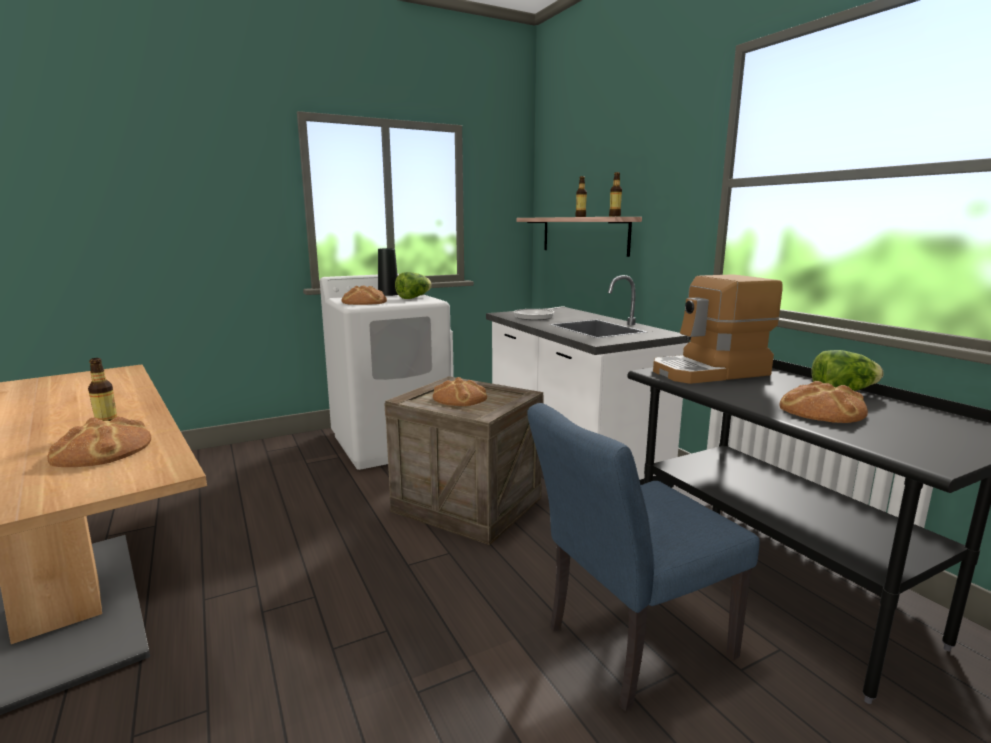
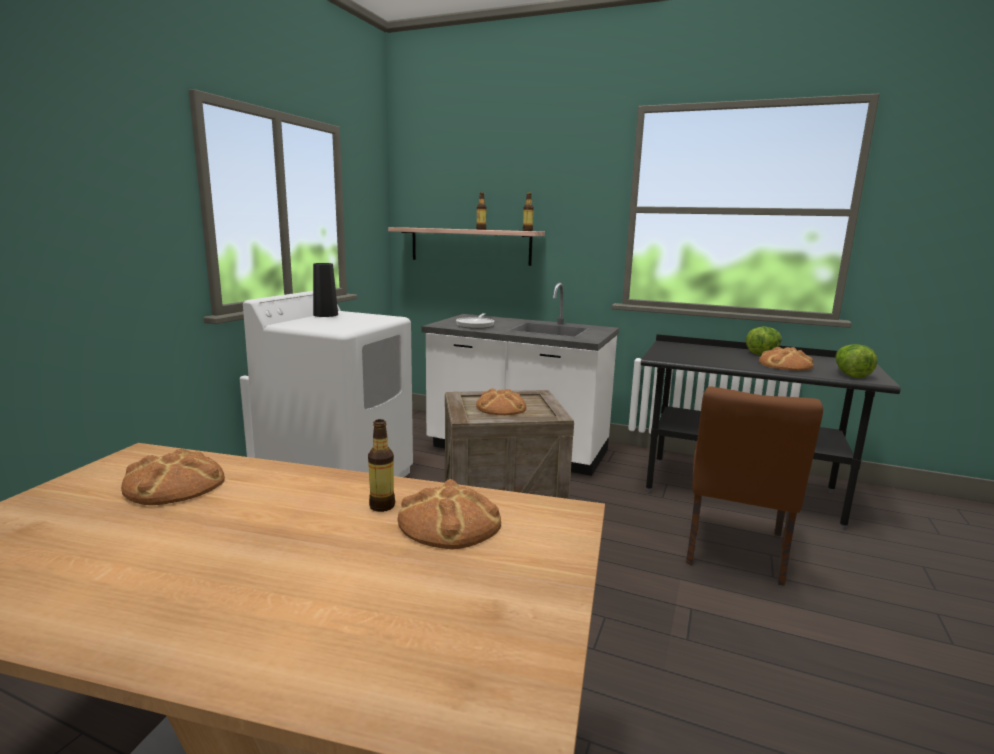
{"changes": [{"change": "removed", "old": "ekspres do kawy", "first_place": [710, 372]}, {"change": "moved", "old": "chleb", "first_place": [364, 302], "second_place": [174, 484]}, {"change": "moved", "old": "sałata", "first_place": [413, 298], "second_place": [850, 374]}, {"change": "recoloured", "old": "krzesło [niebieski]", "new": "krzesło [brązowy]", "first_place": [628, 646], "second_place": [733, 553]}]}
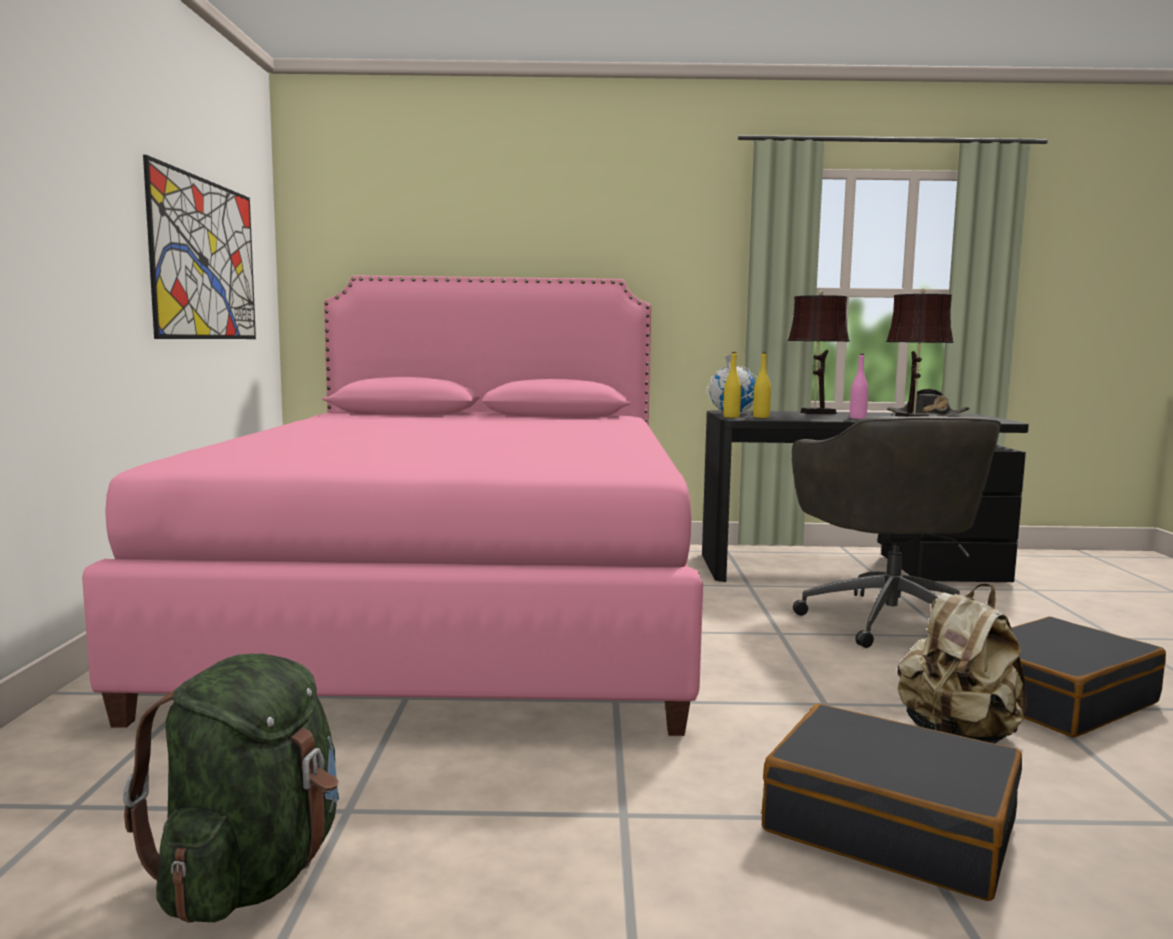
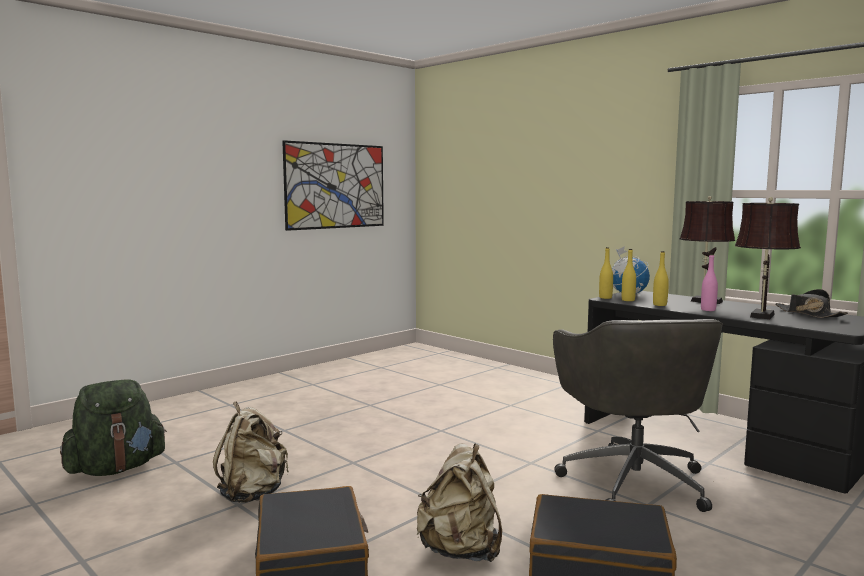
{"changes": [{"change": "removed", "old": "łóżko [różowy]", "first_place": [457, 608]}, {"change": "added", "new": "plecak [beżowy]", "second_place": [253, 494]}, {"change": "added", "new": "butelka [żółty]", "second_place": [659, 305]}, {"change": "turned", "old": "krzesło biurowe [szary]", "first_place": [887, 619], "second_place": [633, 480], "degrees": -45}]}
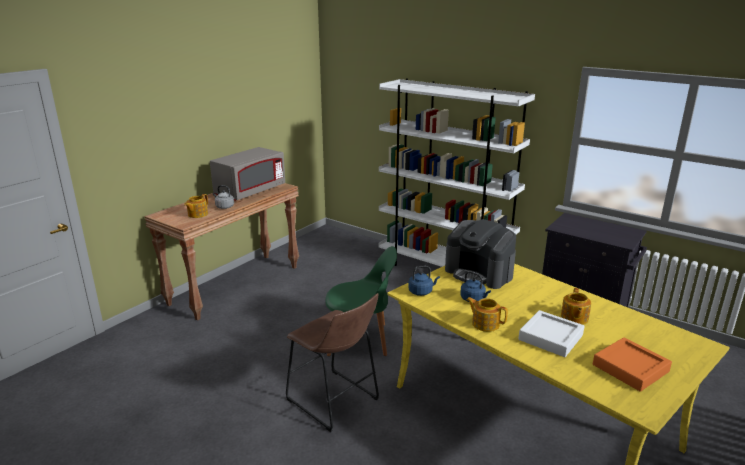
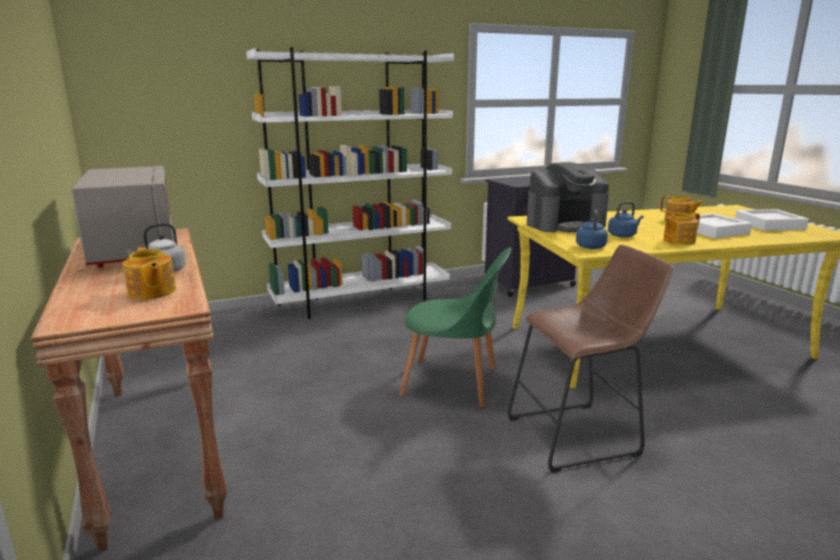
{"changes": [{"change": "recoloured", "old": "taca [pomarańczowy]", "new": "taca [biały]", "first_place": [630, 368], "second_place": [769, 225]}, {"change": "turned", "old": "krzesło [zielony]", "first_place": [361, 340], "second_place": [454, 383], "degrees": 75}]}
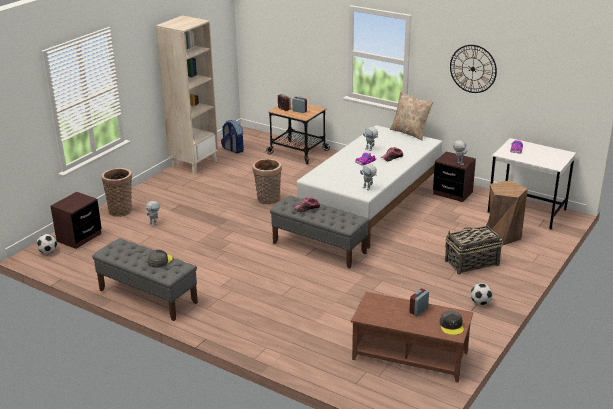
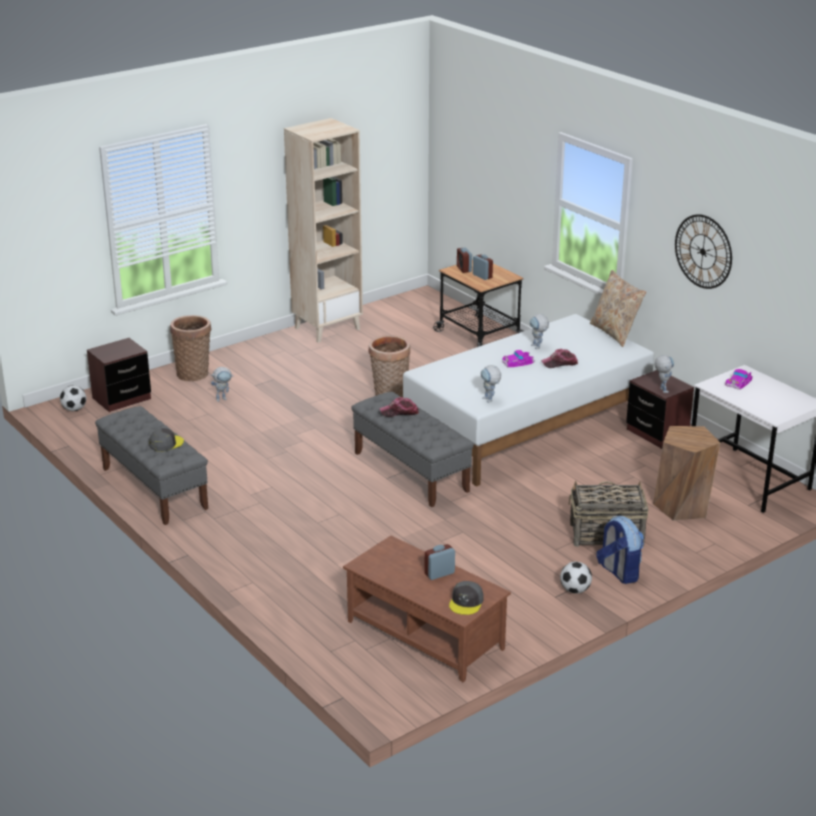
{"changes": [{"change": "moved", "old": "plecak", "first_place": [233, 150], "second_place": [618, 572]}]}
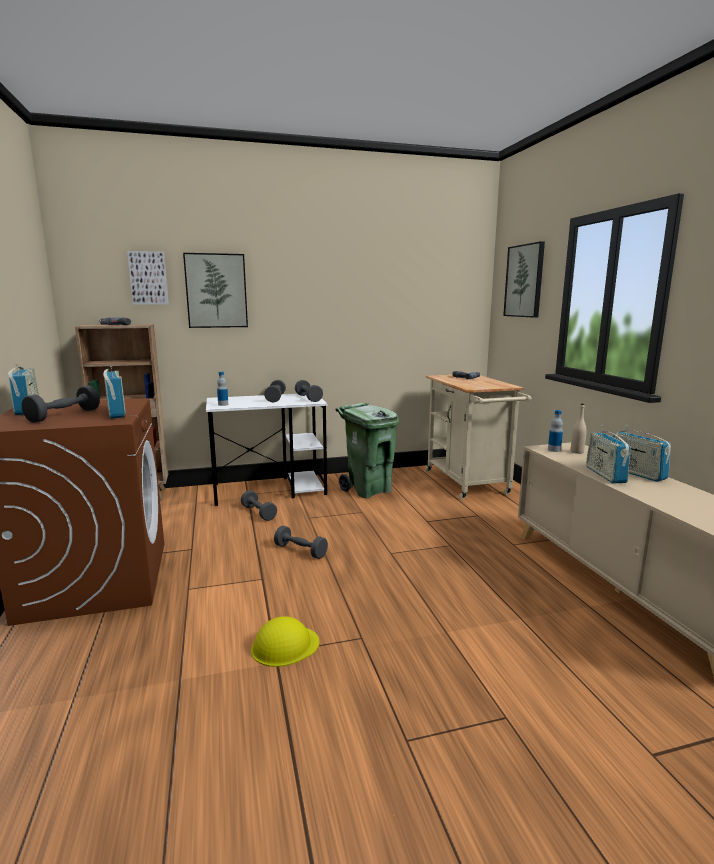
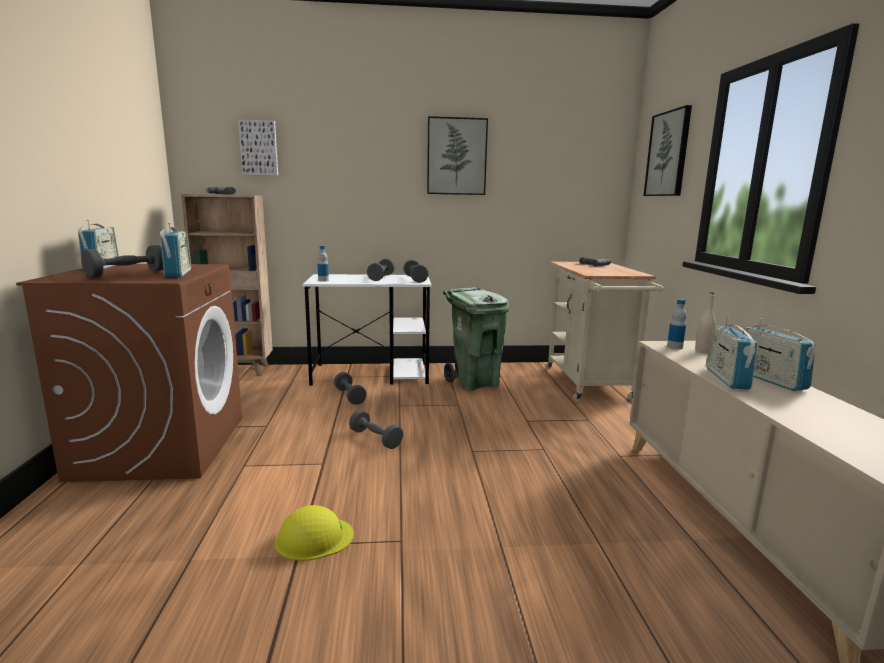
{"changes": [{"change": "moved", "old": "obraz", "first_place": [216, 291], "second_place": [456, 156]}]}
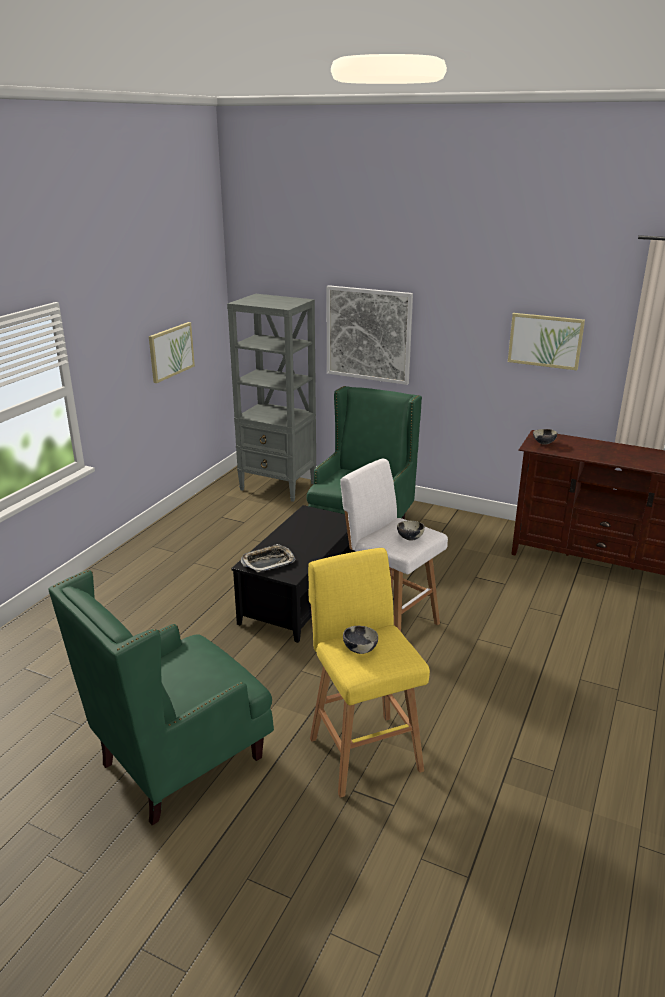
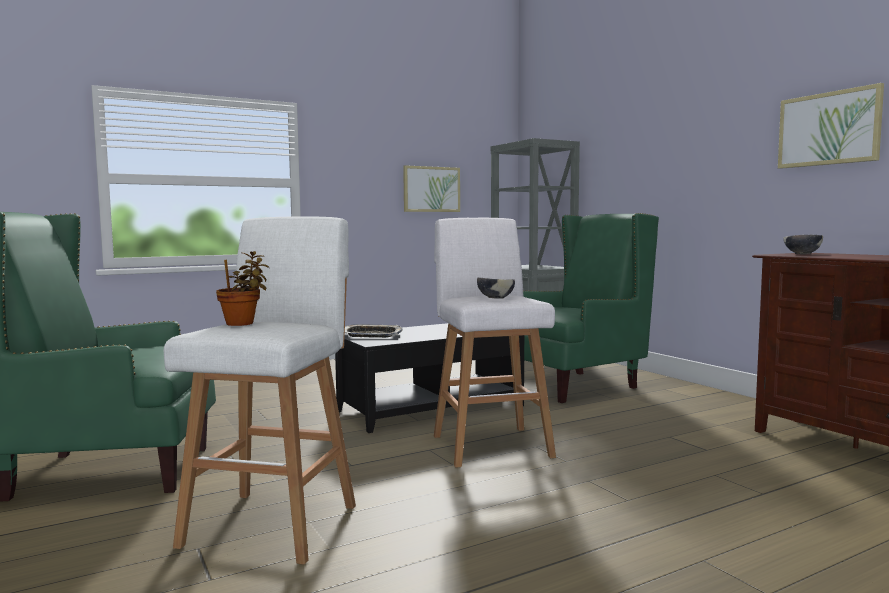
{"changes": [{"change": "removed", "old": "obraz", "first_place": [368, 334]}, {"change": "replaced", "old": "miska", "new": "roślina doniczkowa", "first_place": [359, 649], "second_place": [243, 323]}, {"change": "recoloured", "old": "stołek [żółty]", "new": "stołek [biały]", "first_place": [363, 751], "second_place": [274, 522]}]}
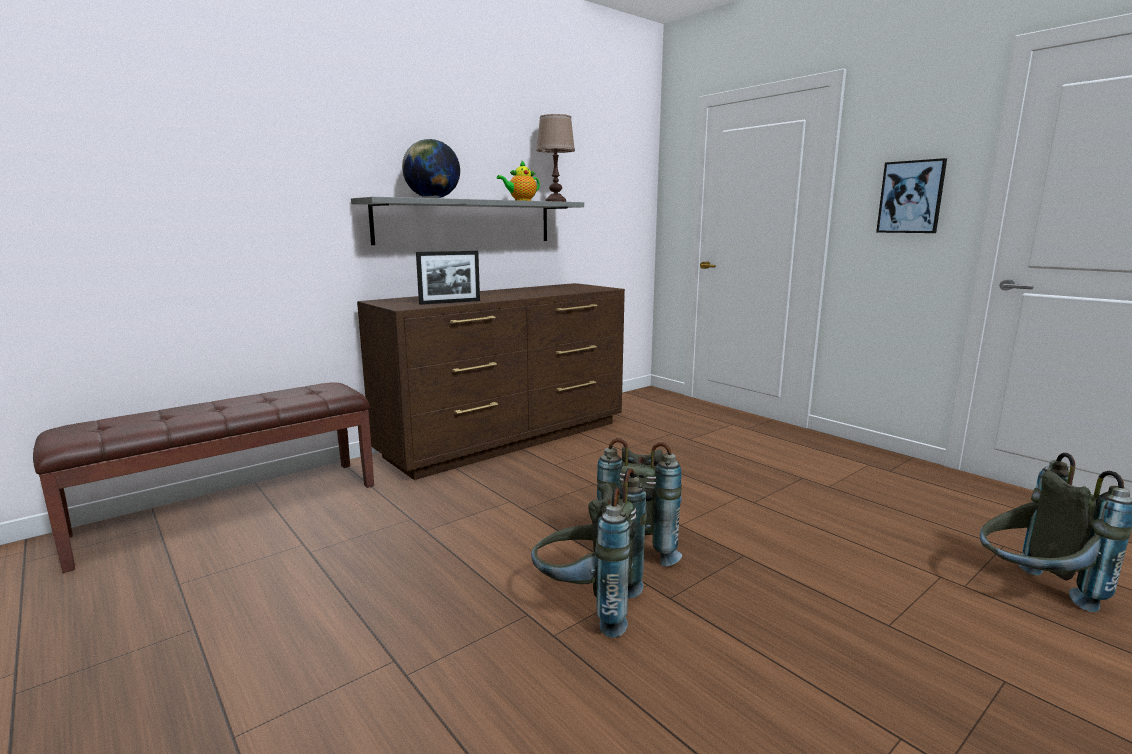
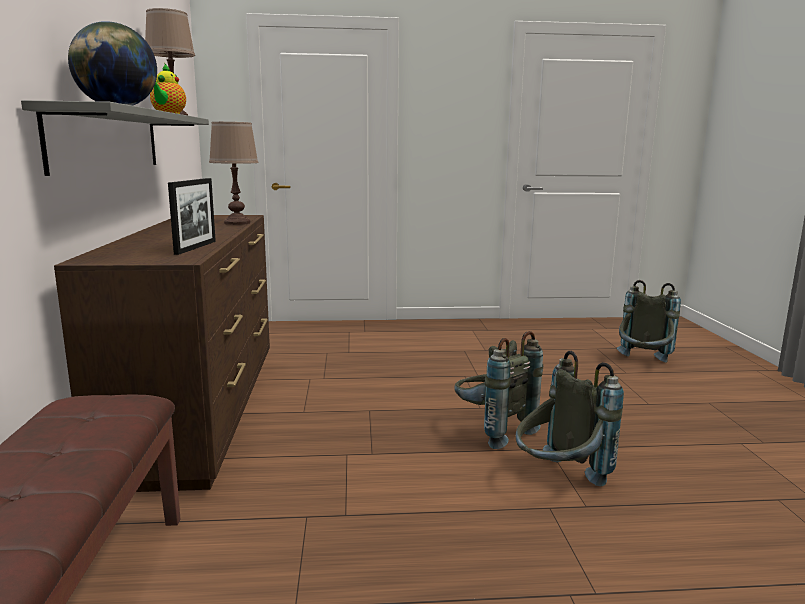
{"changes": [{"change": "removed", "old": "obraz", "first_place": [911, 197]}, {"change": "added", "new": "lampa stołowa [brązowy]", "second_place": [237, 223]}]}
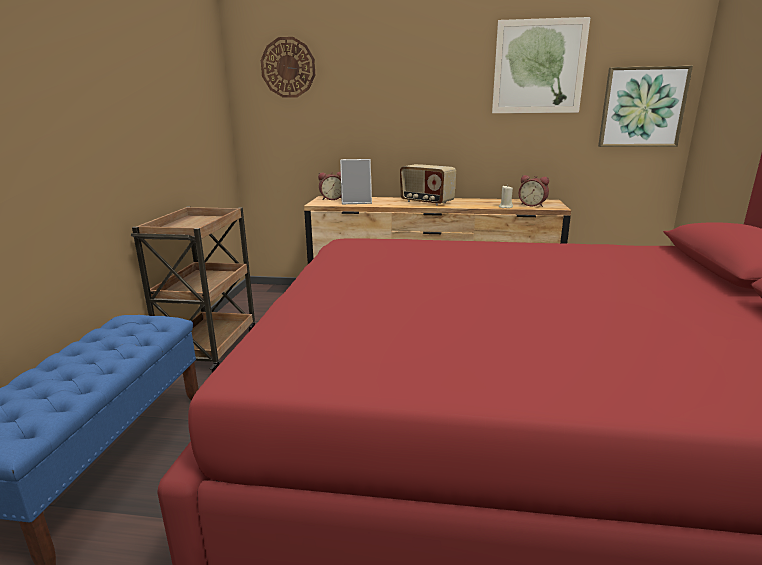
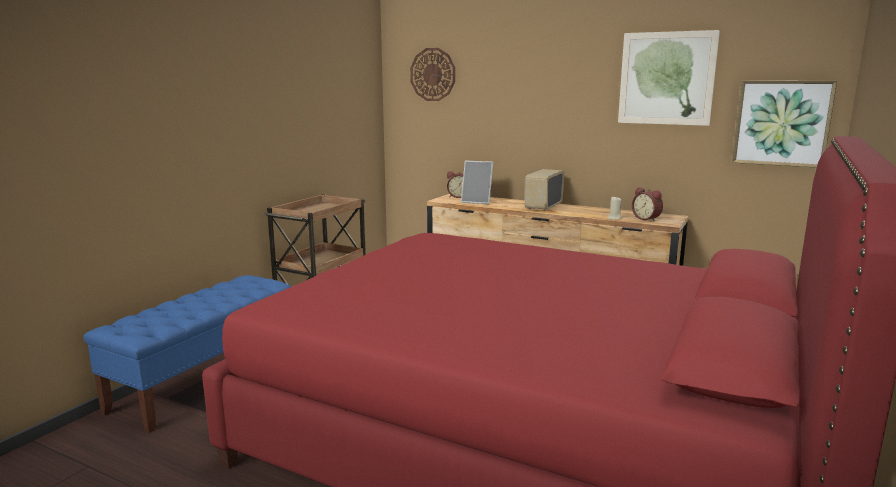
{"changes": [{"change": "turned", "old": "radio", "first_place": [426, 202], "second_place": [543, 207], "degrees": 60}]}
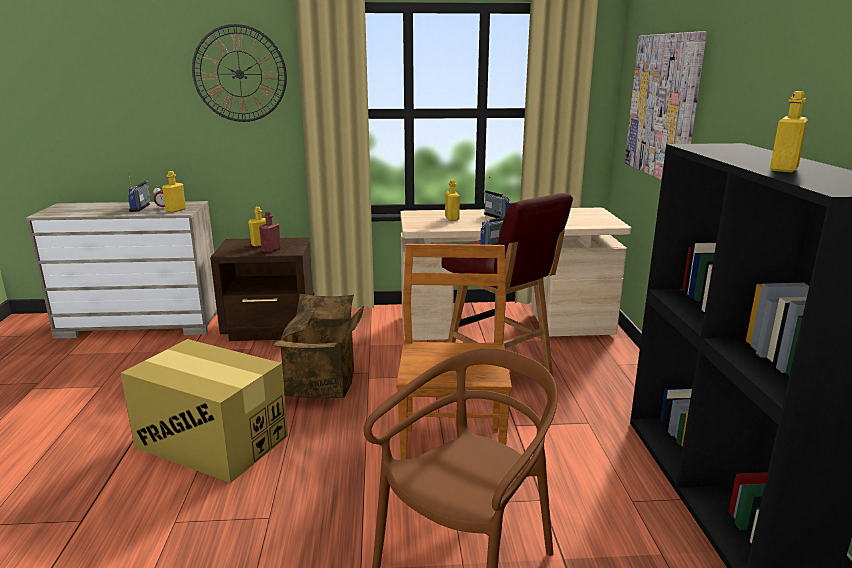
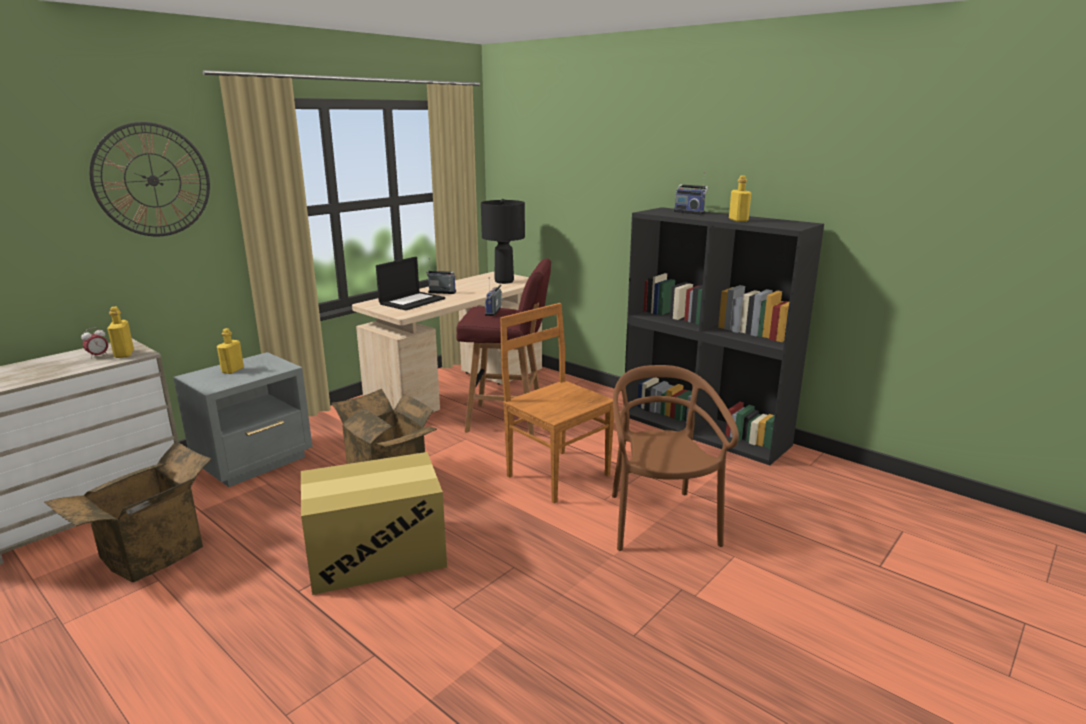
{"changes": [{"change": "removed", "old": "butelka [czerwony]", "first_place": [271, 250]}, {"change": "removed", "old": "obraz", "first_place": [664, 106]}, {"change": "added", "new": "karton", "second_place": [152, 555]}, {"change": "added", "new": "lampa stołowa [czarny]", "second_place": [504, 281]}, {"change": "moved", "old": "radio", "first_place": [141, 208], "second_place": [689, 212]}, {"change": "replaced", "old": "butelka [żółty]", "new": "laptop", "first_place": [452, 218], "second_place": [412, 301]}, {"change": "recoloured", "old": "szafka nocna [brązowy]", "new": "szafka nocna [szary]", "first_place": [271, 329], "second_place": [256, 462]}]}
